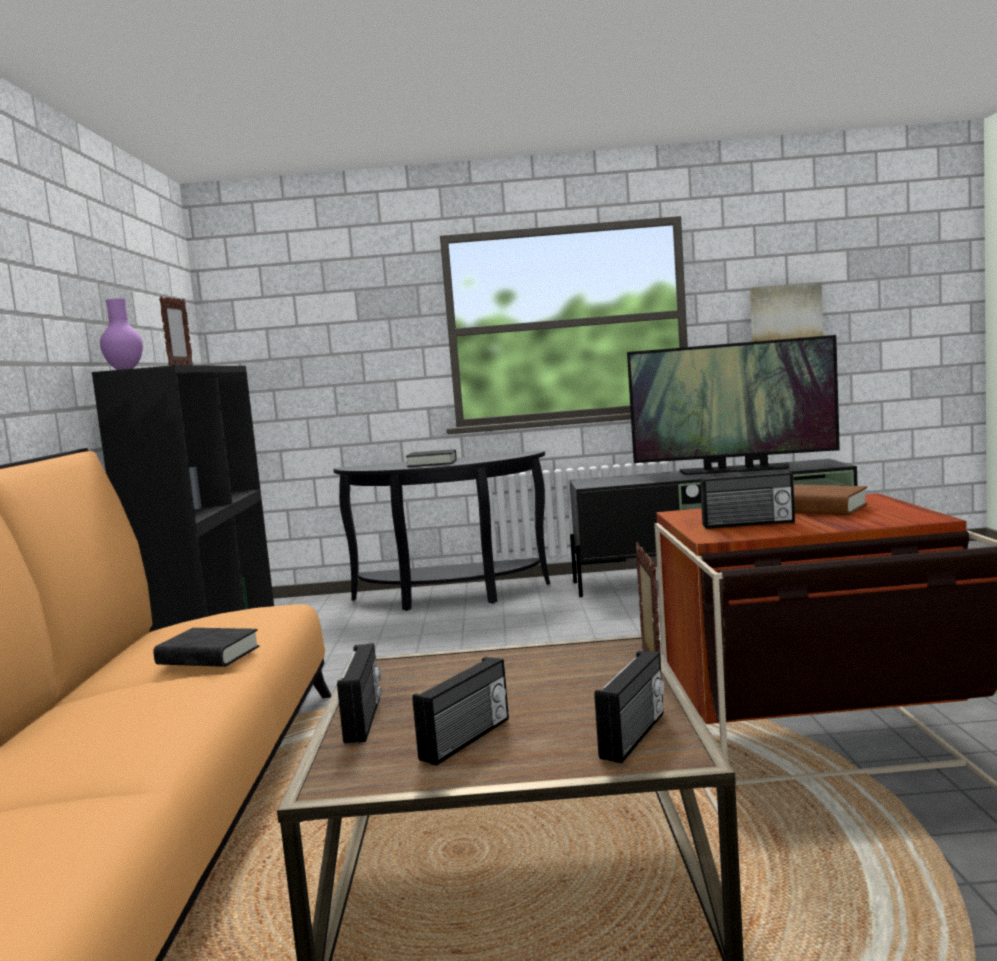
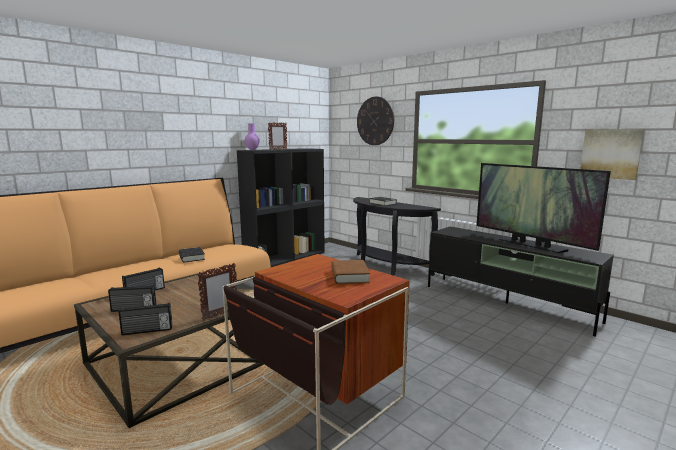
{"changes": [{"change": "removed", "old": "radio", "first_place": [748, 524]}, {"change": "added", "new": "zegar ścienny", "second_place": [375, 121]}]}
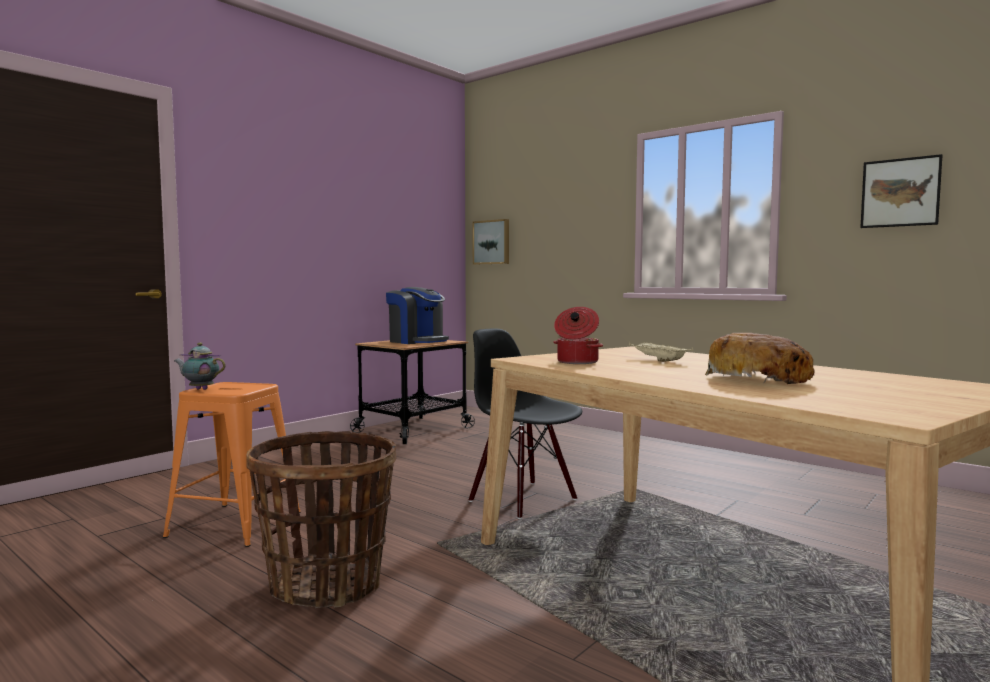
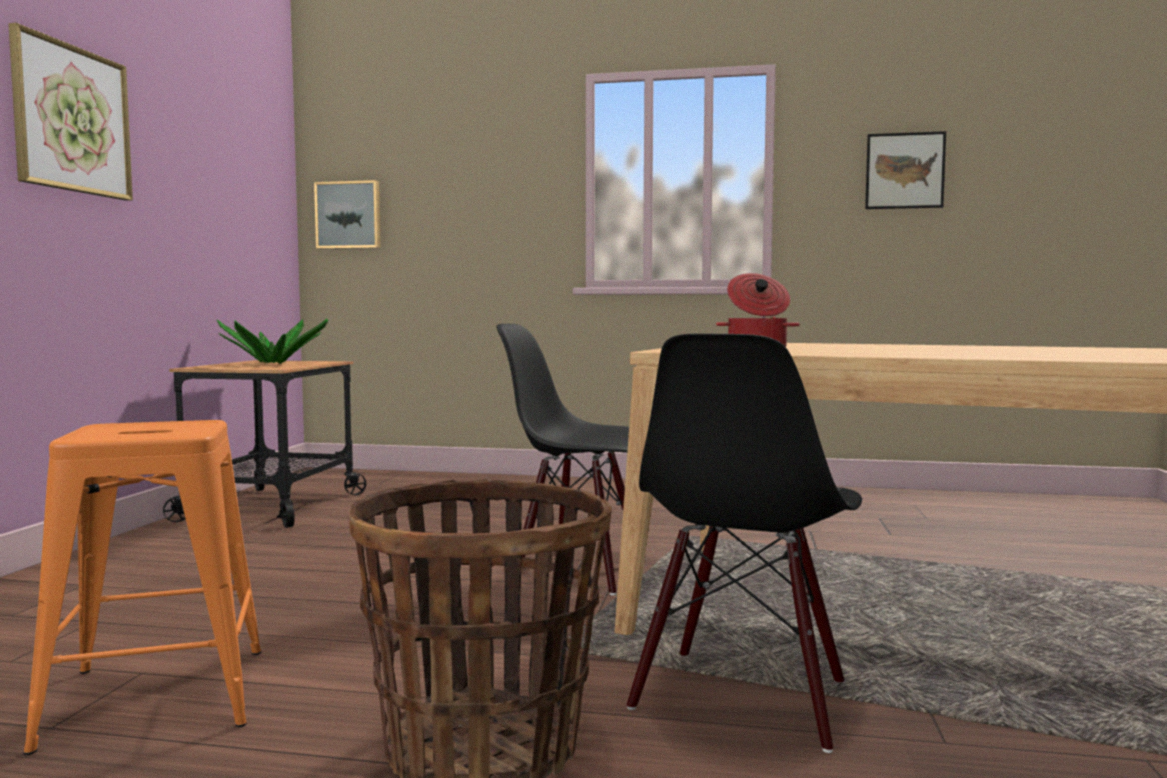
{"changes": [{"change": "removed", "old": "imbryk", "first_place": [200, 389]}, {"change": "removed", "old": "taca [beżowy]", "first_place": [658, 360]}, {"change": "removed", "old": "chleb", "first_place": [757, 379]}, {"change": "added", "new": "obraz", "second_place": [72, 119]}, {"change": "added", "new": "krzesło [czarny]", "second_place": [742, 697]}, {"change": "replaced", "old": "ekspres do kawy", "new": "roślina doniczkowa", "first_place": [417, 341], "second_place": [273, 363]}]}
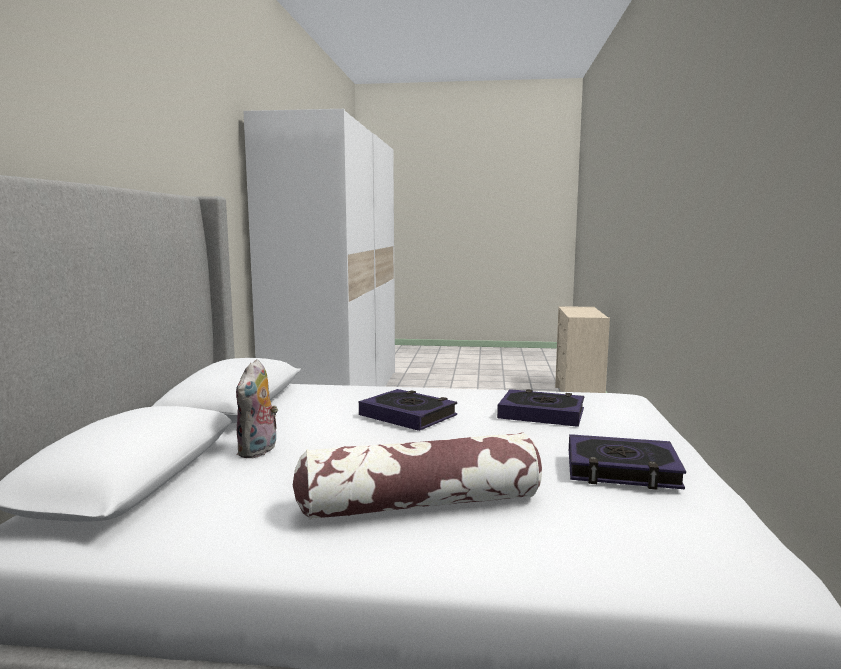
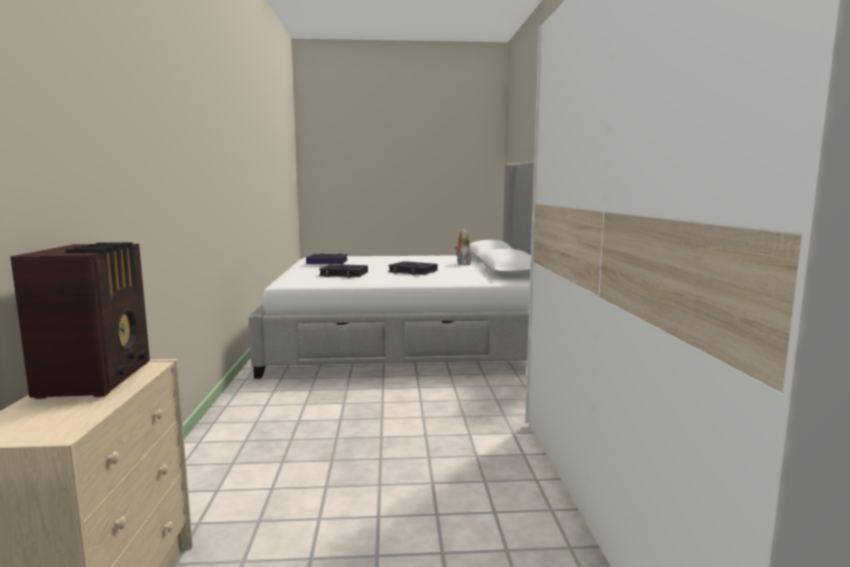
{"changes": [{"change": "removed", "old": "poduszka", "first_place": [420, 504]}, {"change": "added", "new": "radio", "second_place": [99, 378]}]}
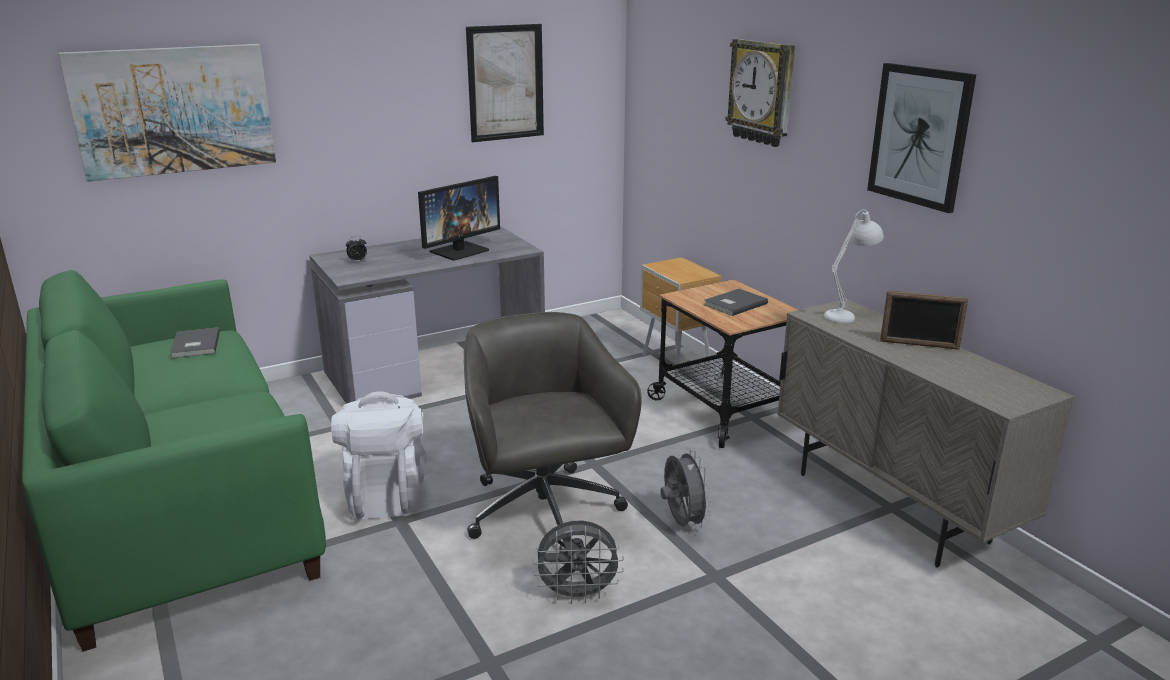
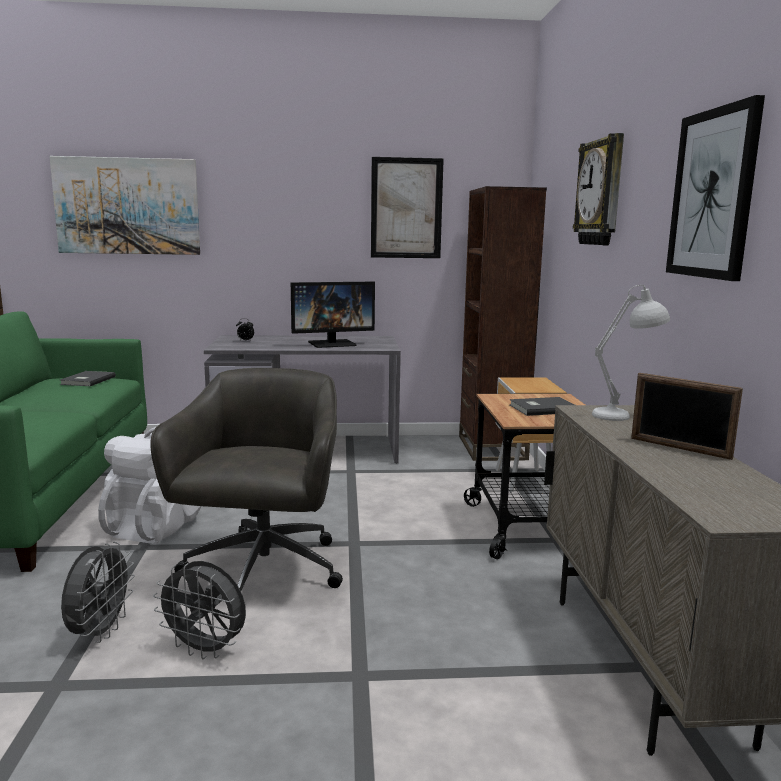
{"changes": [{"change": "added", "new": "regał [brązowy]", "second_place": [491, 447]}, {"change": "moved", "old": "wentylator [szary]", "first_place": [682, 523], "second_place": [100, 632]}]}
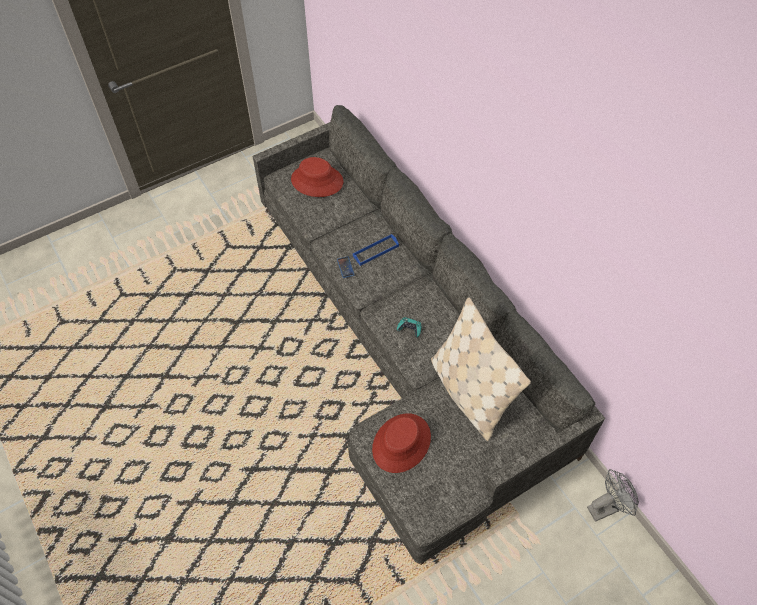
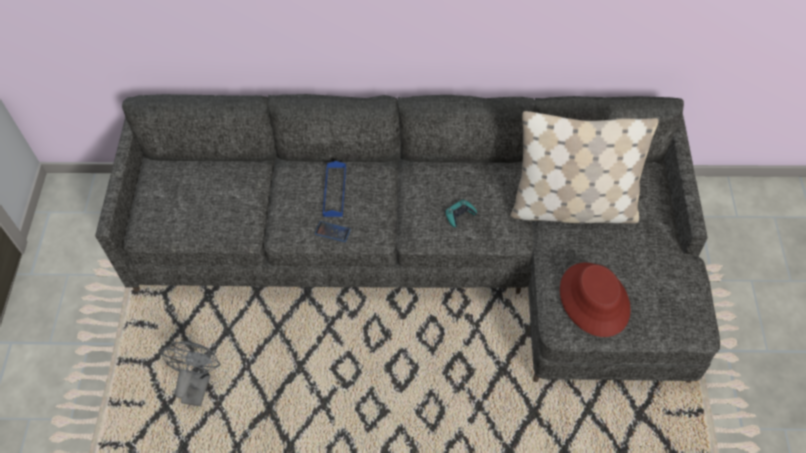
{"changes": [{"change": "removed", "old": "kapelusz [czerwony]", "first_place": [317, 181]}, {"change": "moved", "old": "wentylator [szary]", "first_place": [606, 507], "second_place": [197, 383]}]}
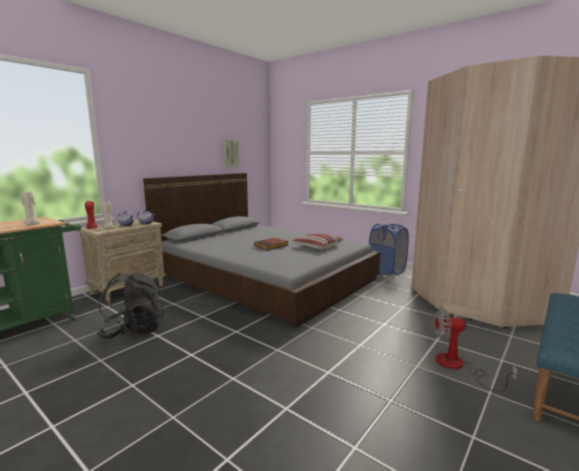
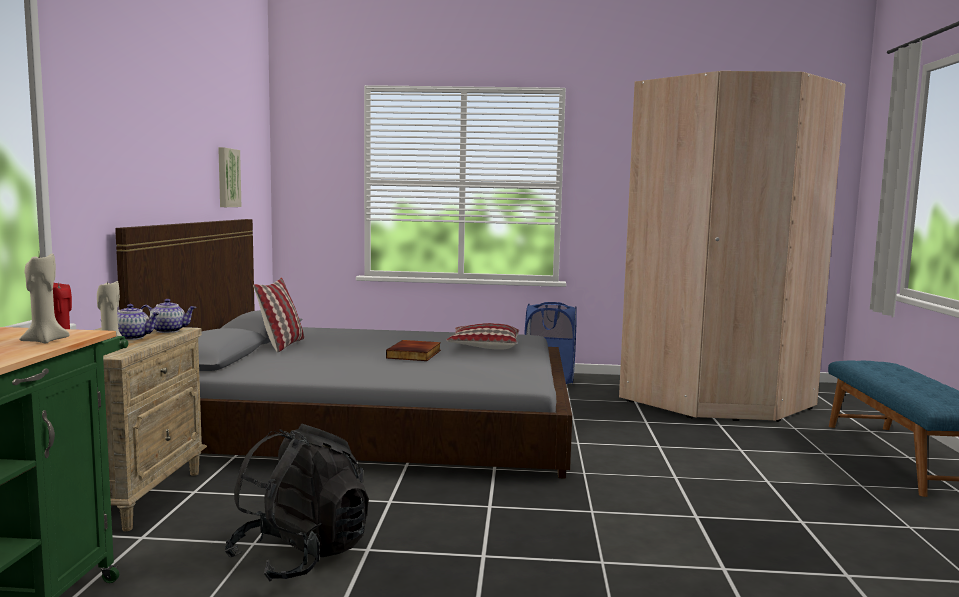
{"changes": [{"change": "removed", "old": "wentylator", "first_place": [458, 366]}, {"change": "added", "new": "poduszka", "second_place": [282, 345]}]}
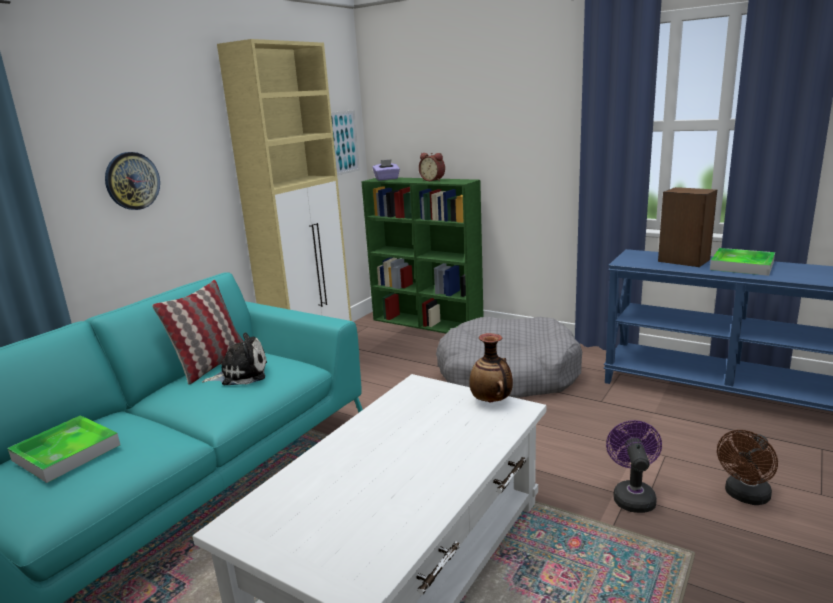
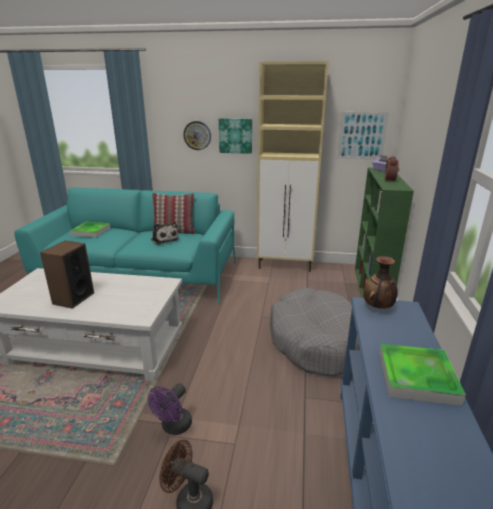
{"changes": [{"change": "added", "new": "obraz", "second_place": [235, 135]}, {"change": "moved", "old": "wazon", "first_place": [491, 401], "second_place": [378, 307]}, {"change": "moved", "old": "głośnik", "first_place": [683, 260], "second_place": [73, 298]}, {"change": "turned", "old": "wentylator [fioletowy]", "first_place": [632, 496], "second_place": [173, 427], "degrees": 135}]}
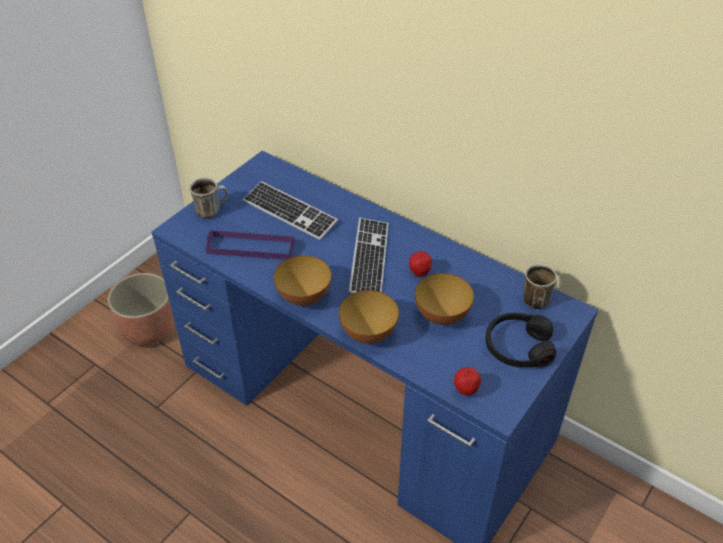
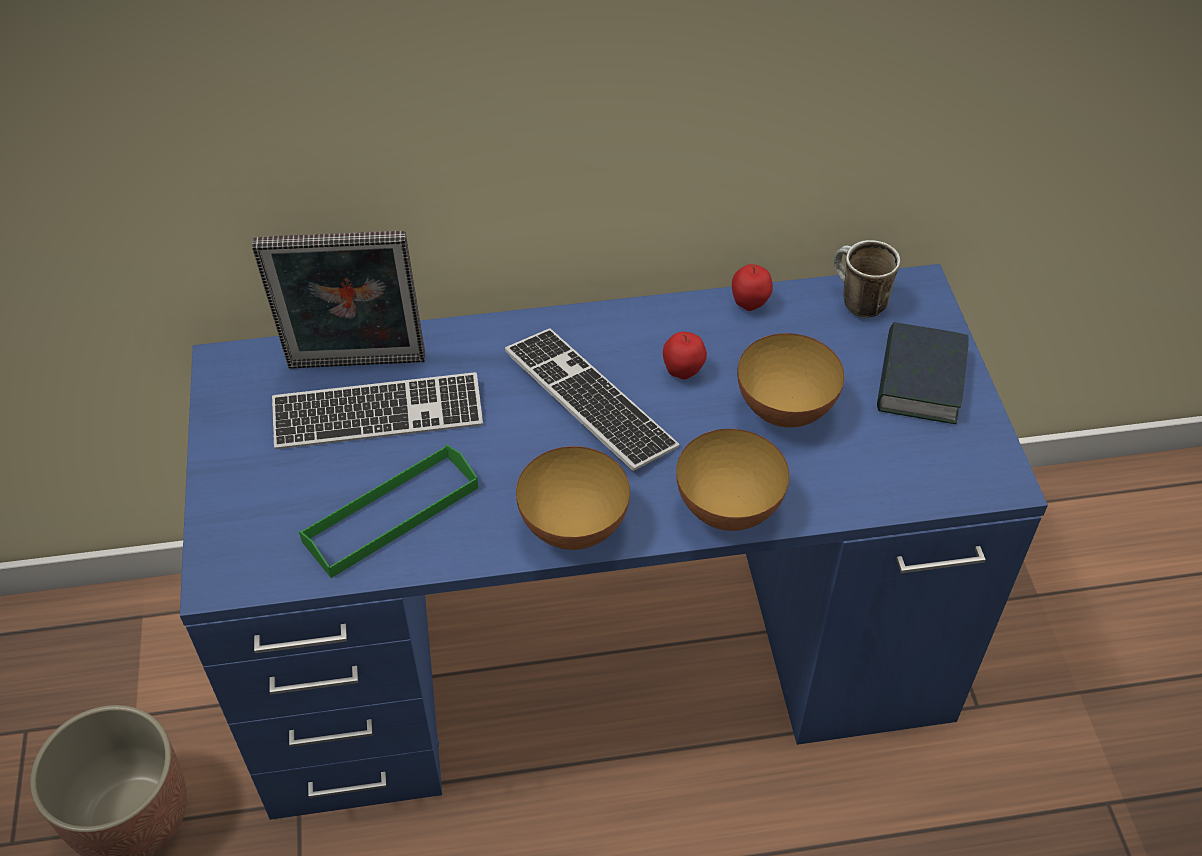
{"changes": [{"change": "removed", "old": "kubek", "first_place": [212, 210]}, {"change": "added", "new": "ramka na zdjęcie", "second_place": [356, 367]}, {"change": "moved", "old": "jabłko", "first_place": [465, 391], "second_place": [749, 305]}, {"change": "replaced", "old": "słuchawki [czarny]", "new": "książka", "first_place": [518, 347], "second_place": [920, 381]}, {"change": "recoloured", "old": "taca [fioletowy]", "new": "taca [zielony]", "first_place": [251, 247], "second_place": [391, 514]}]}
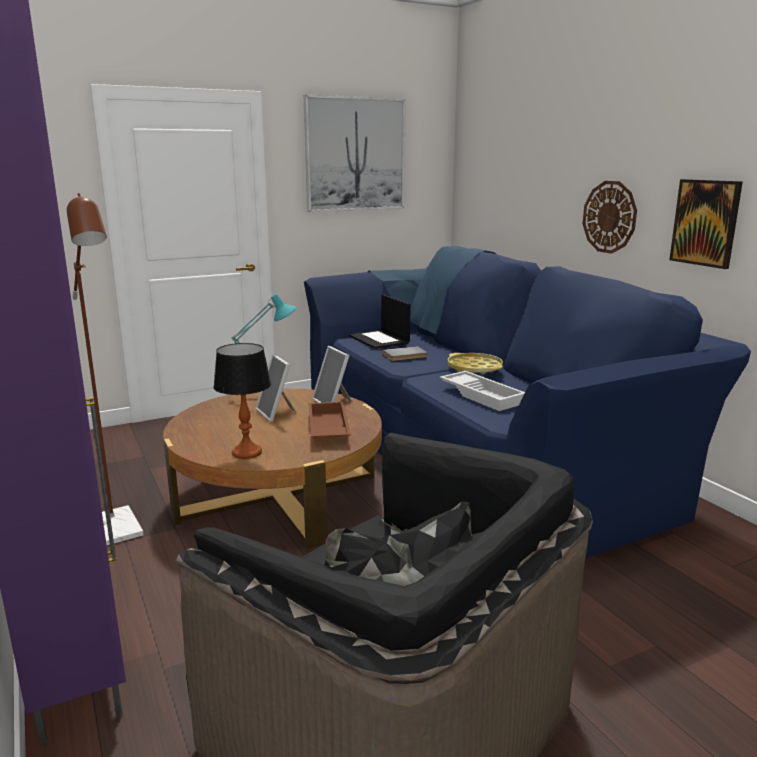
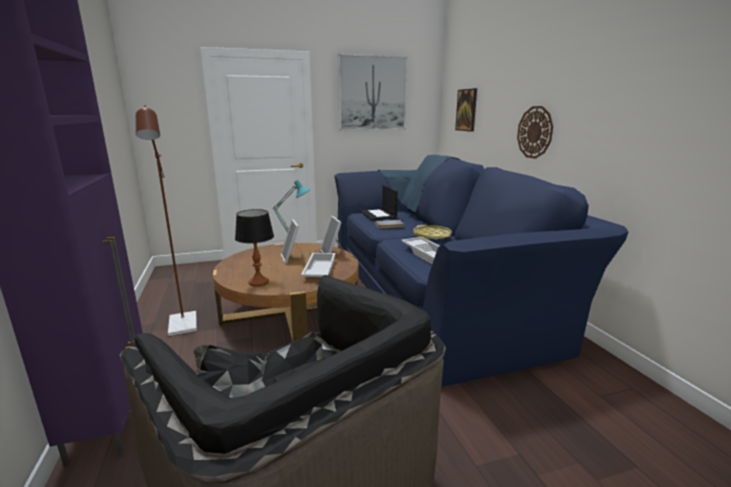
{"changes": [{"change": "moved", "old": "obraz", "first_place": [705, 223], "second_place": [466, 110]}, {"change": "recoloured", "old": "taca [brązowy]", "new": "taca [biały]", "first_place": [327, 429], "second_place": [319, 270]}]}
